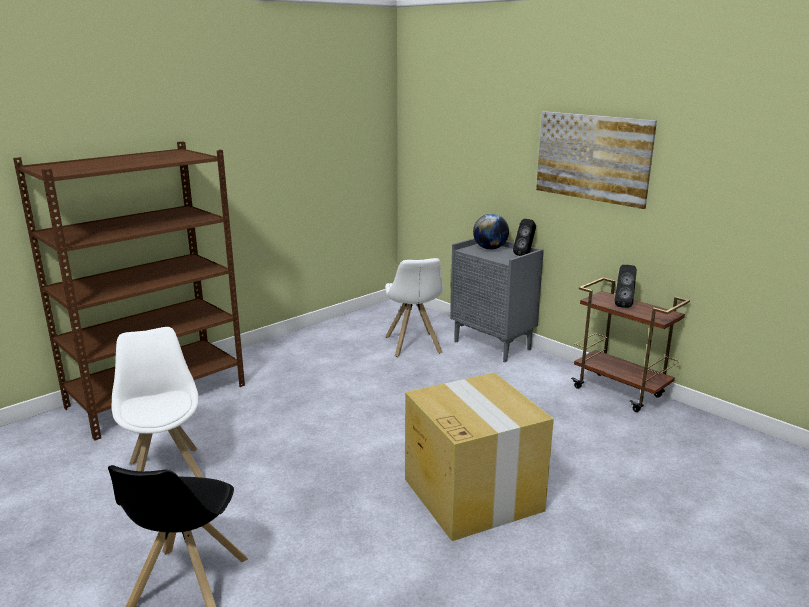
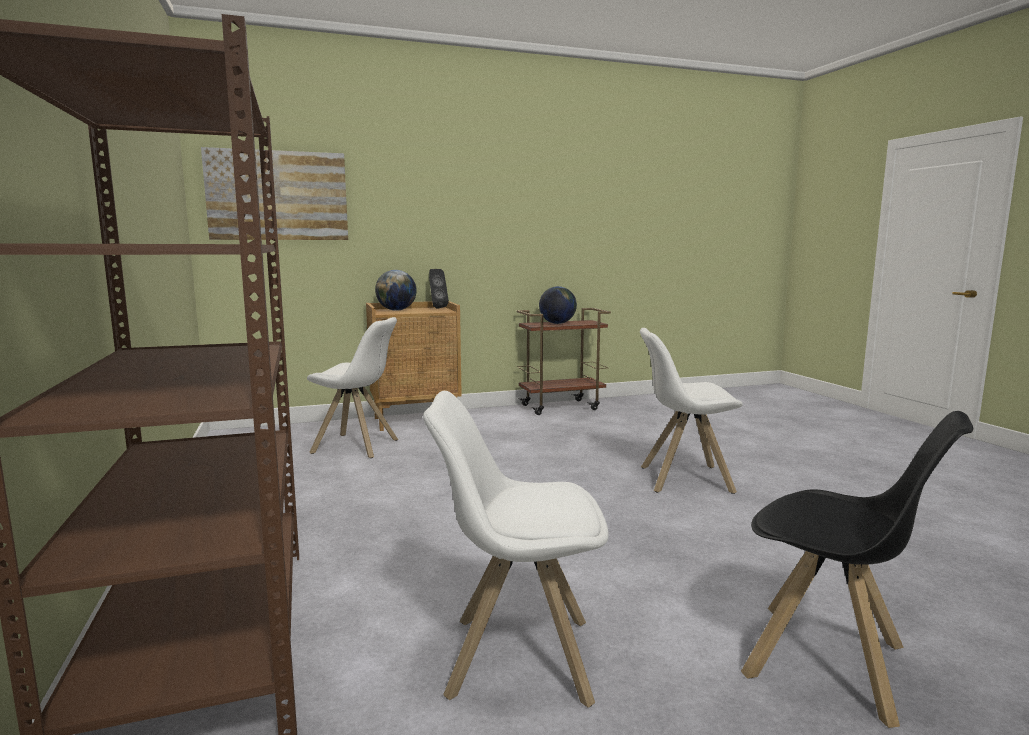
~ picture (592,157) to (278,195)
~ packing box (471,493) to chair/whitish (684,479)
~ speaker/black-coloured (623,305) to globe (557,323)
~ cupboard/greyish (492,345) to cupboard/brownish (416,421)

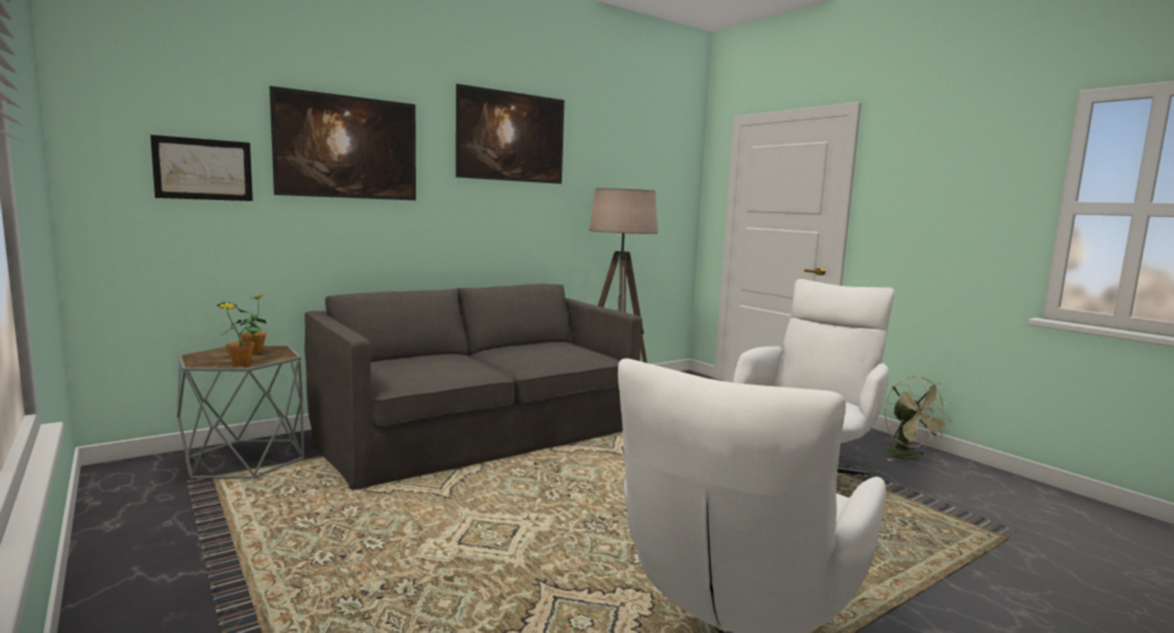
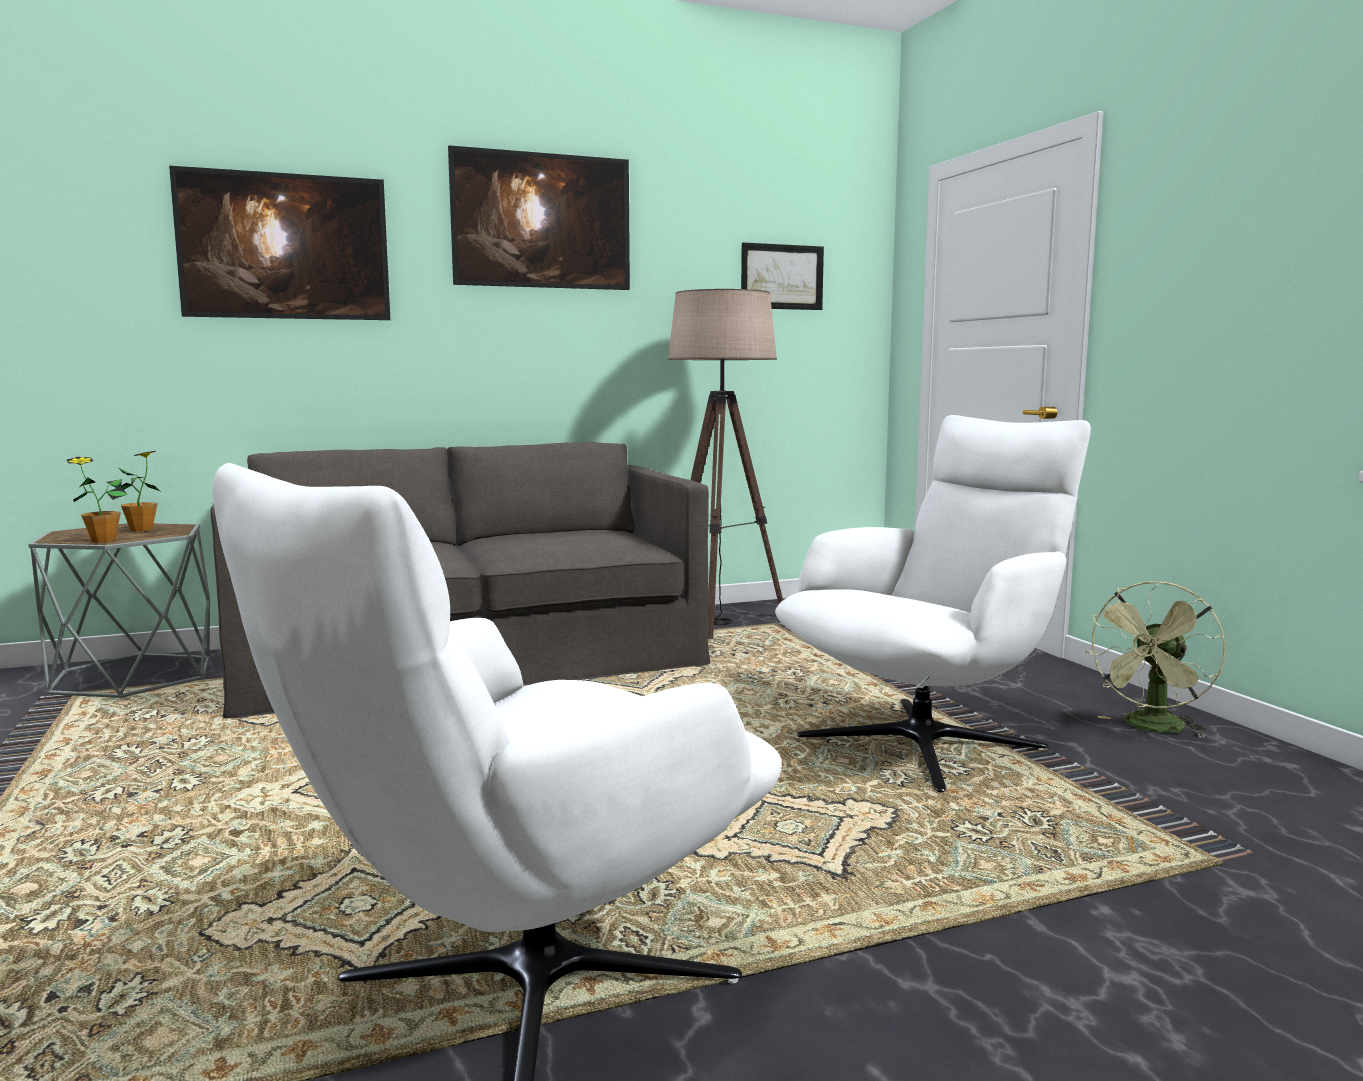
~ picture (203,169) to (782,277)
~ electric fan/green (908,457) = (1152,728) 45 degrees clockwise

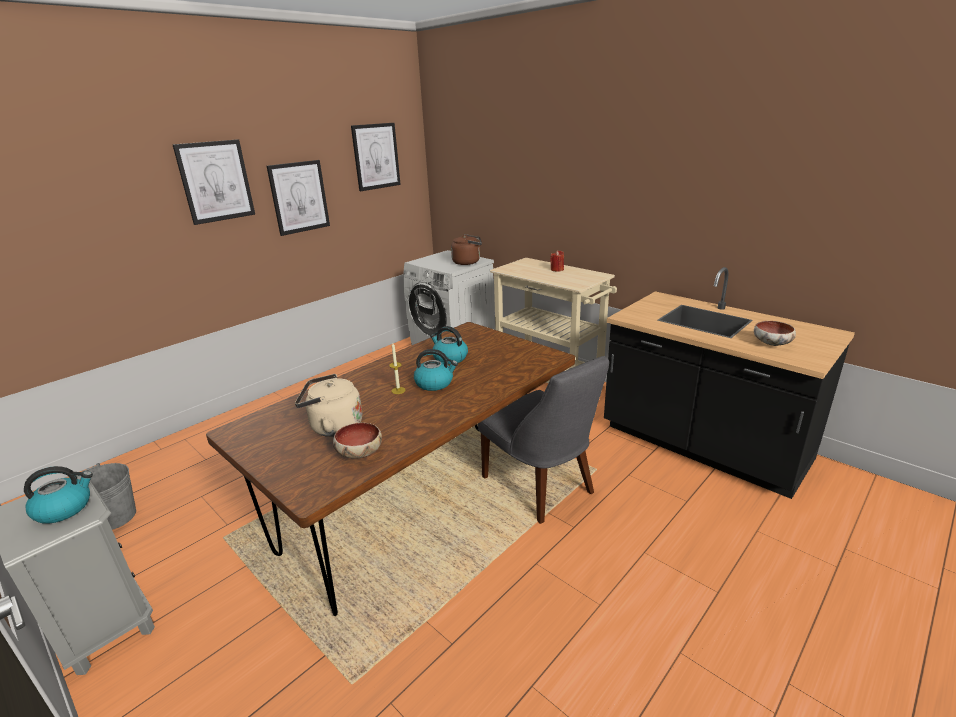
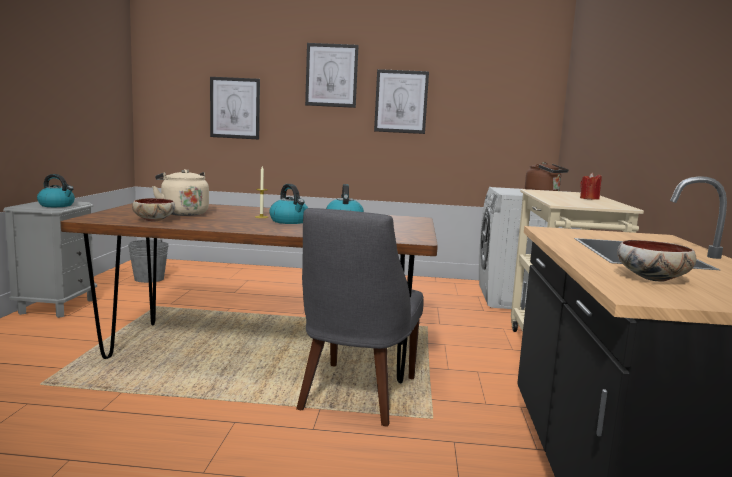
~ picture (376,156) to (235,108)

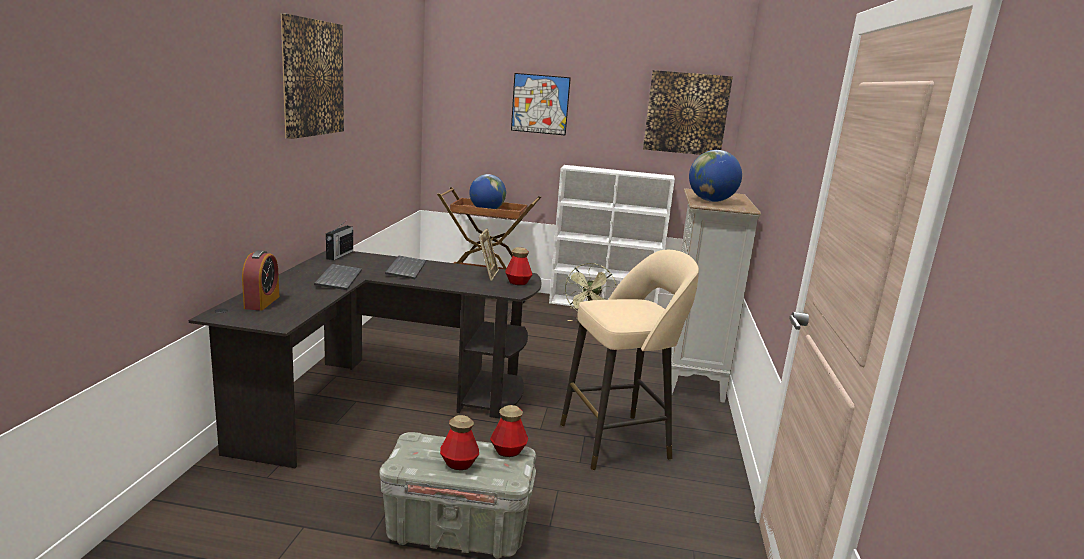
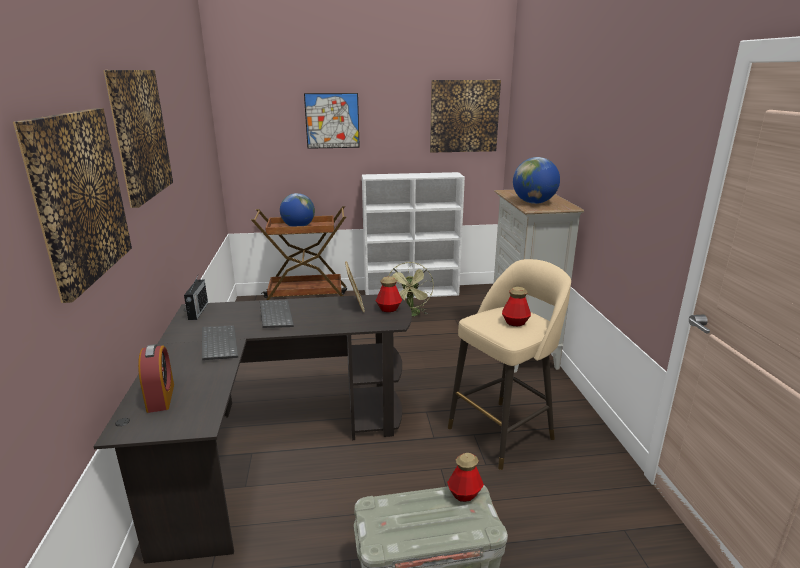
+ picture (78,197)
~ beverage bottle (459,464) to (515,323)

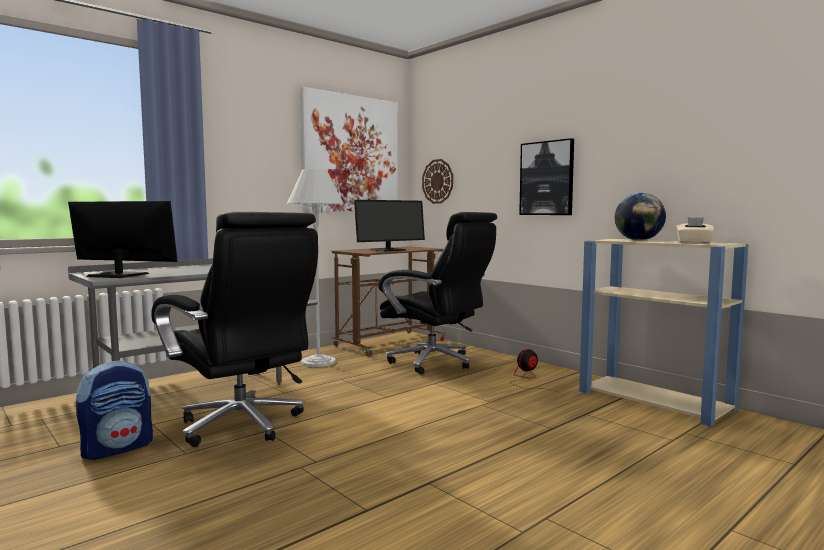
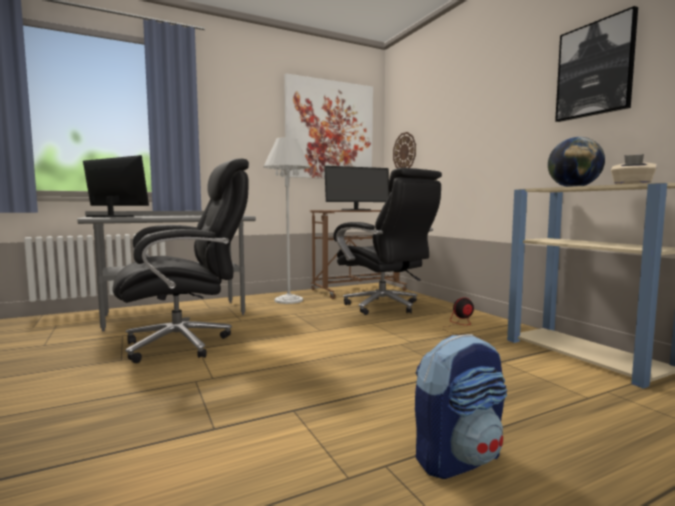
~ backpack (117,448) to (458,458)
~ picture (547,178) to (595,69)
~ desk chair/black-coloured (245,427) = (185,344) 90 degrees counterclockwise

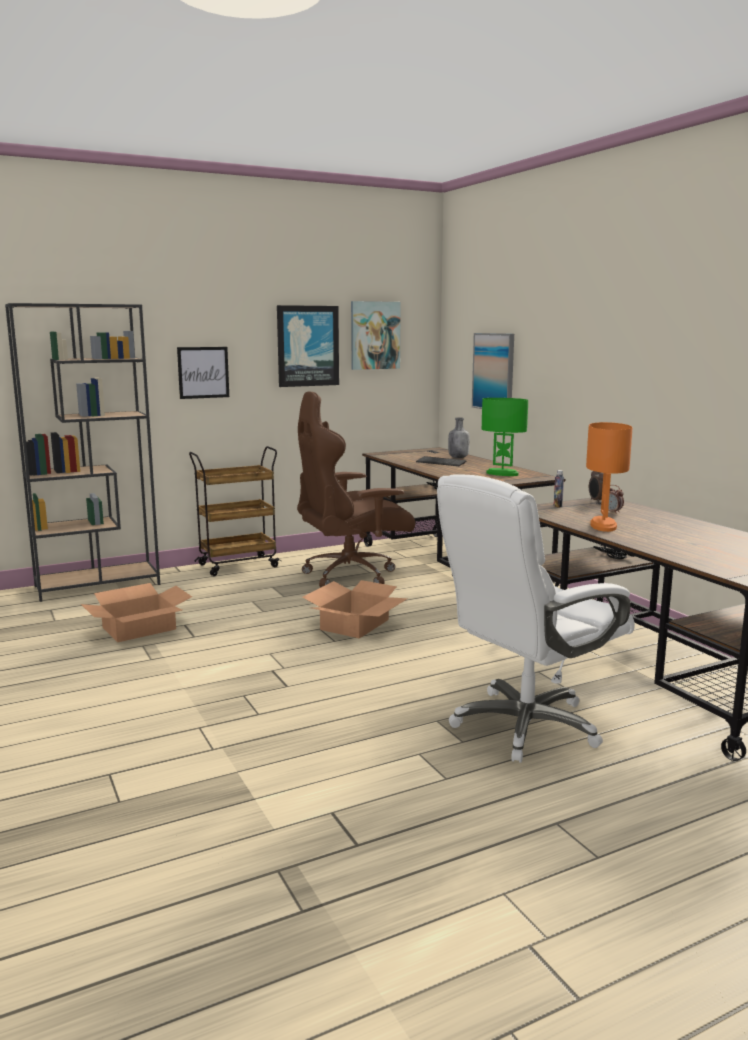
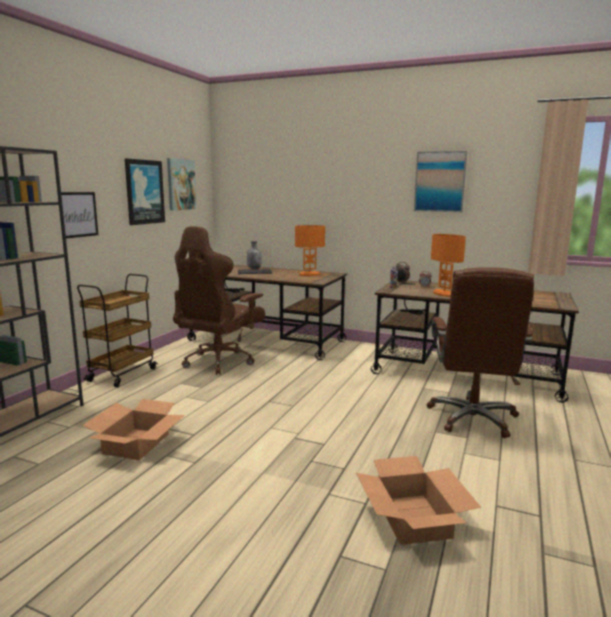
~ packing box (355,624) to (413,518)
~ picture (494,372) to (440,182)
~ desk chair/whitish (528,724) to desk chair/brownish (472,416)
~ table lamp/green (502,474) to table lamp/orange-coloured (309,275)

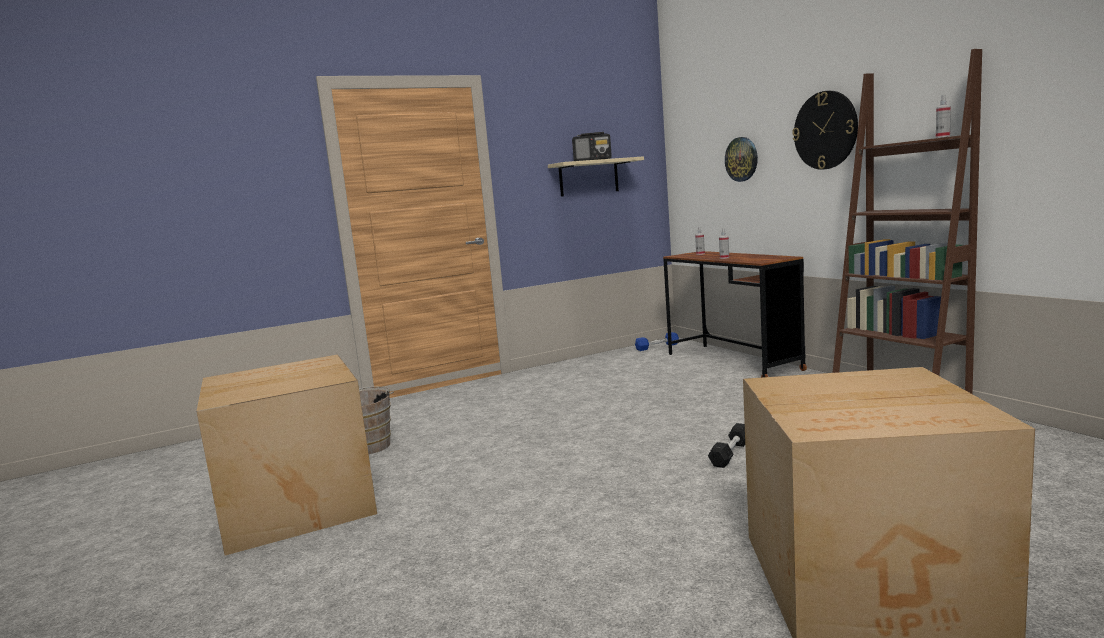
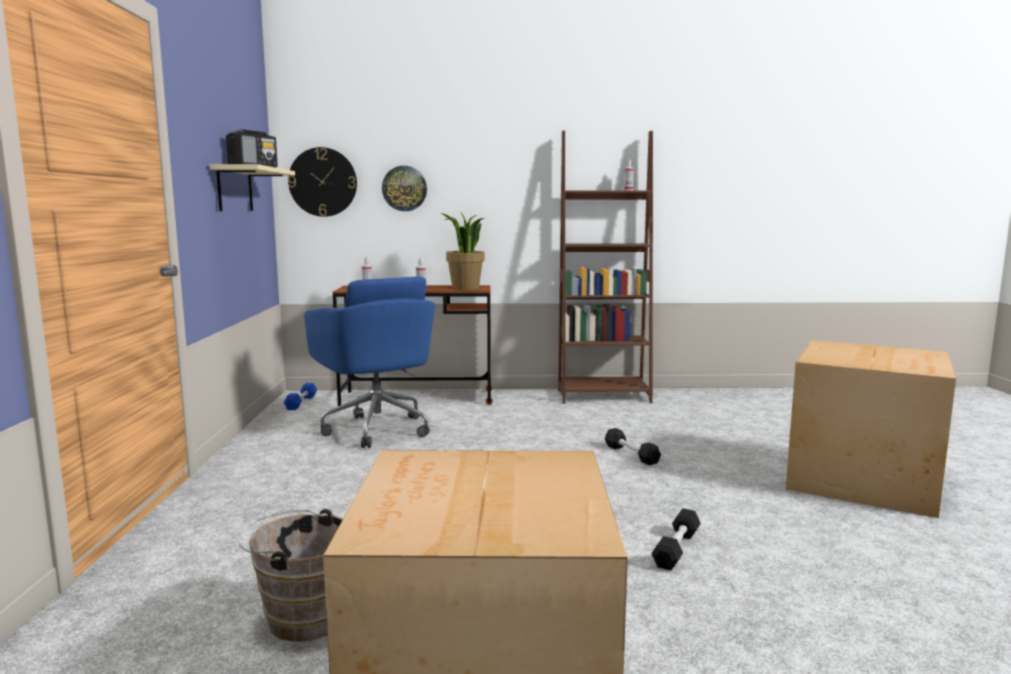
+ desk chair/bluish (375,428)
+ potted plant (465,289)
+ dumbbell/black-coloured (676,549)
~ wall clock (825,130) to (323,182)

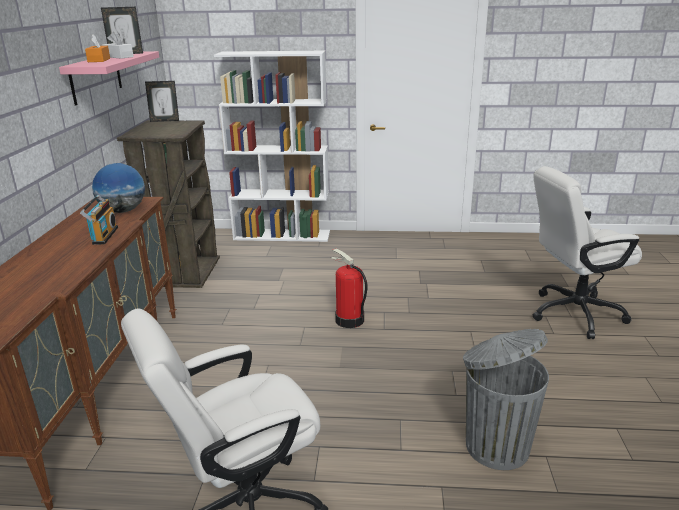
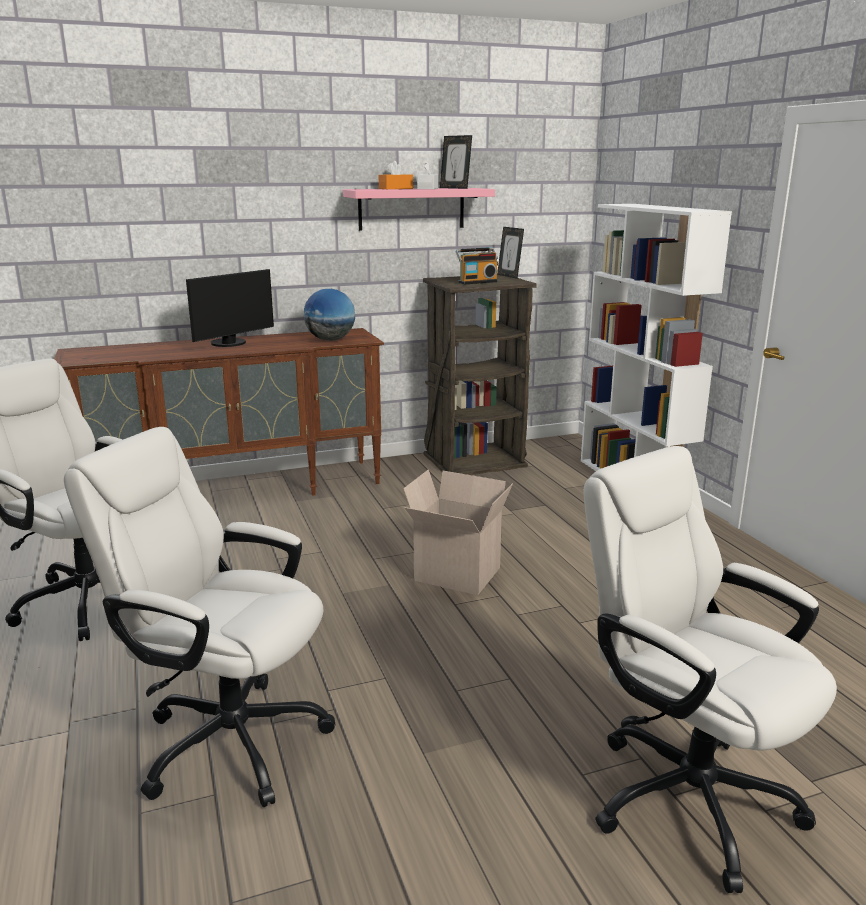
+ computer display (231,343)
~ radio receiver (103,236) to (477,282)
~ fire extinguisher (349,320) to packing box (455,575)
~ waste bin/greyish (495,445) to desk chair/whitish (225,741)

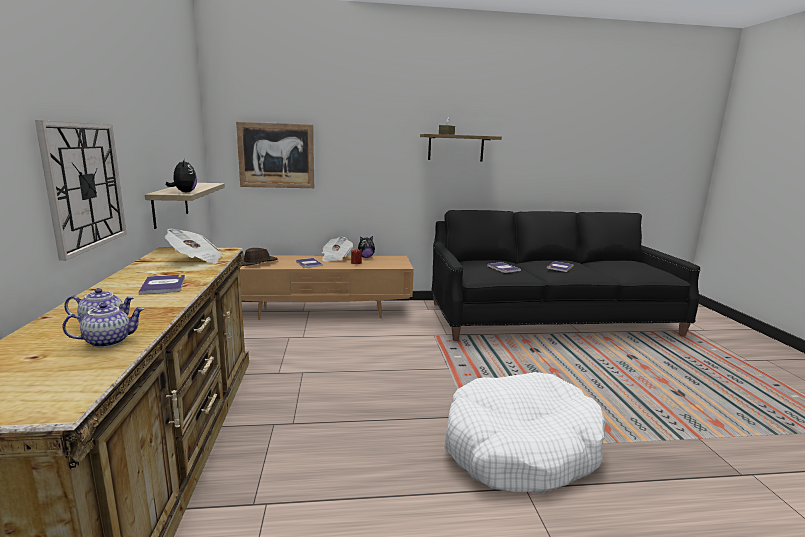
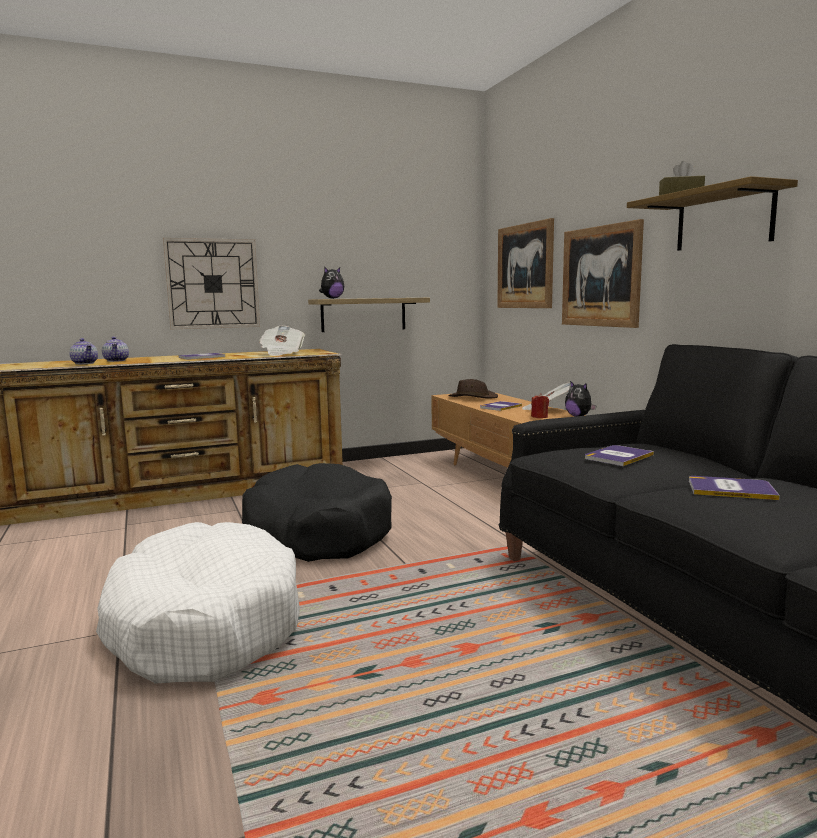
+ dog bed/black-coloured (317,532)
+ picture (600,276)

